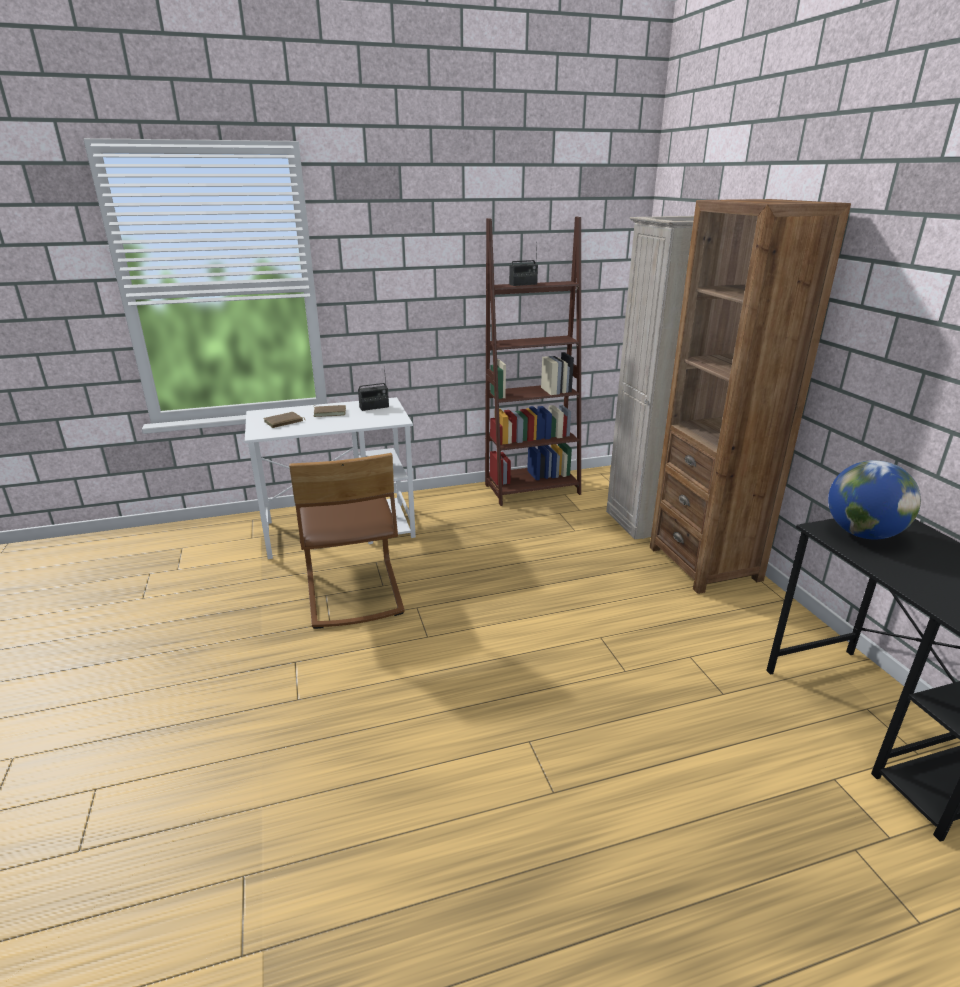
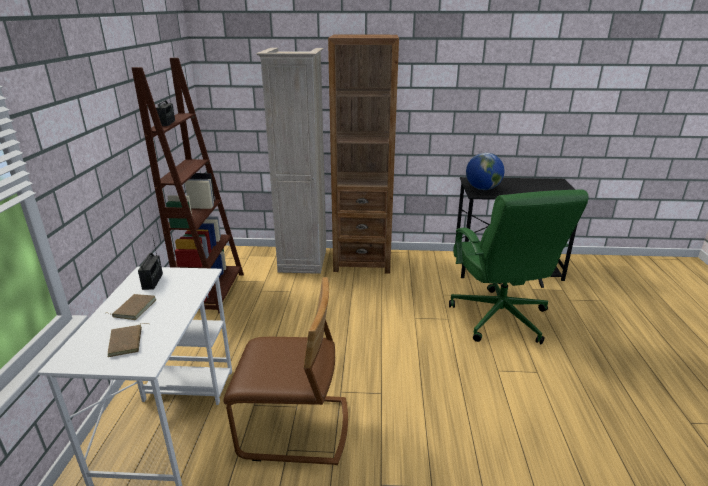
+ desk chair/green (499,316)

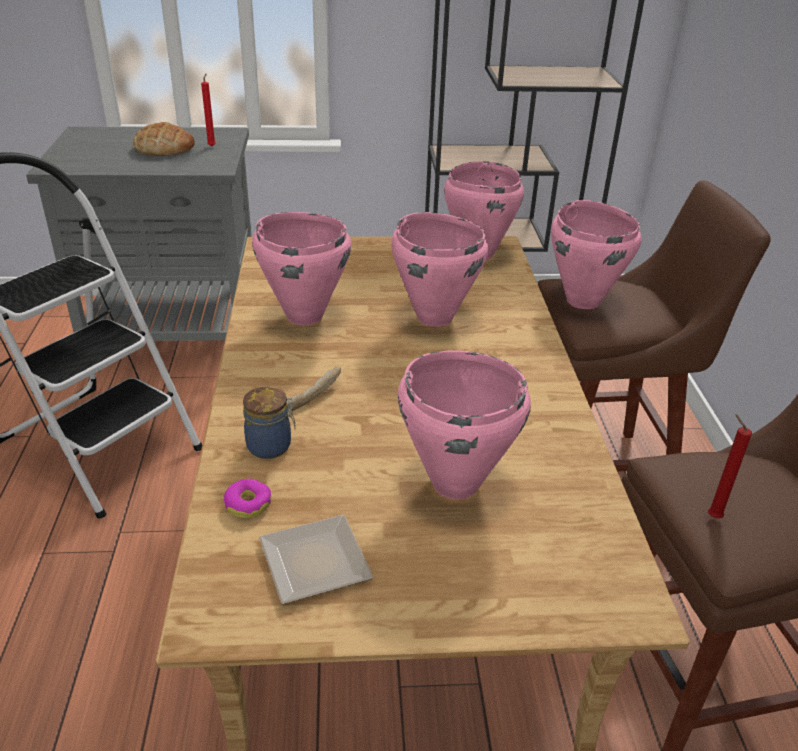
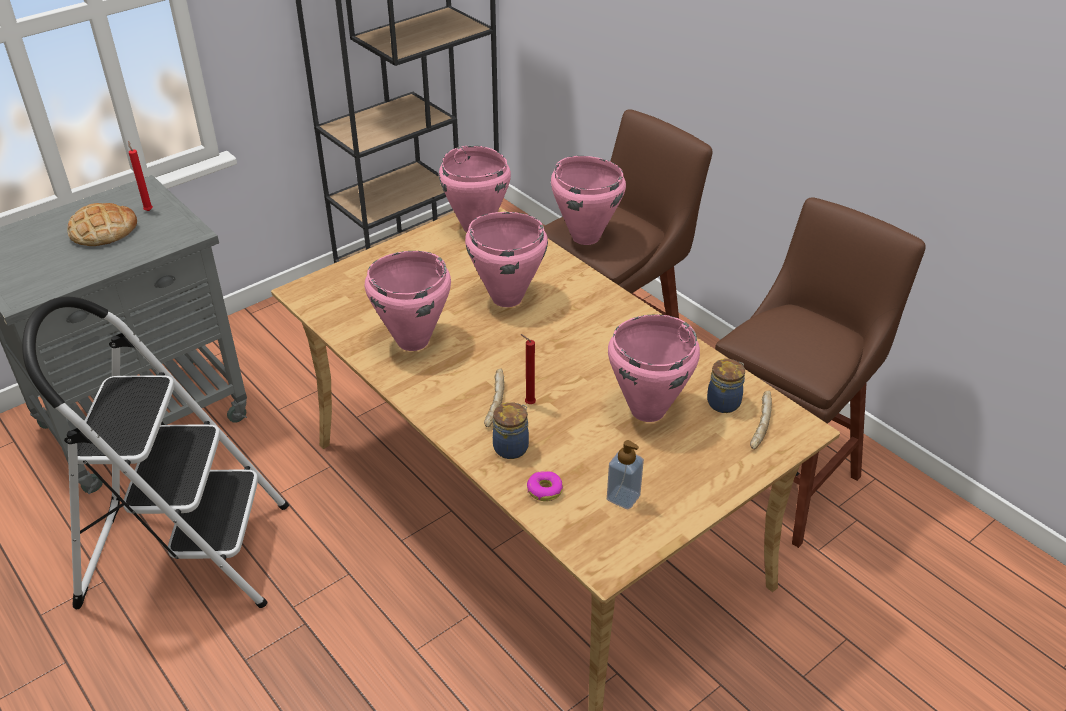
+ preserve jar (724,402)
+ bakery bread (759,425)
~ wax candle/red (711,516) to (528,403)
~ flat dish (317,559) to soap dispenser (623,497)

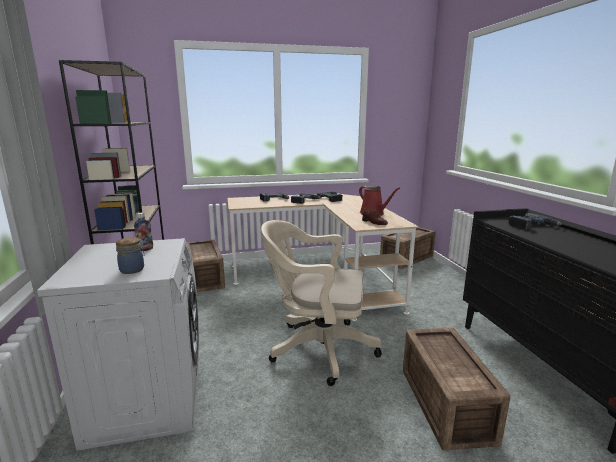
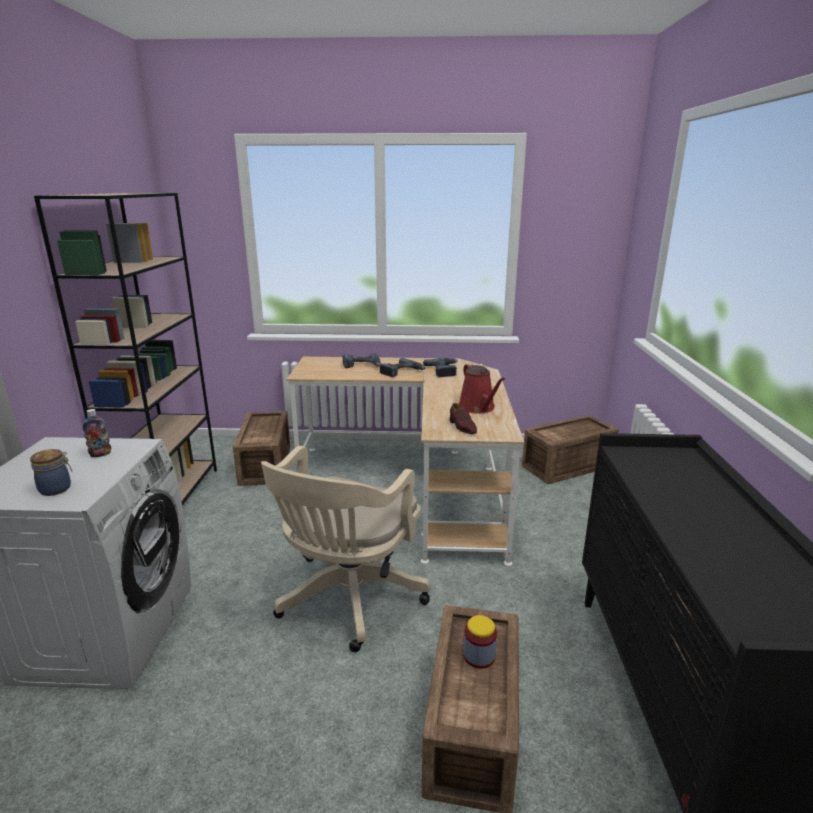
- drill (532,226)
+ preserve jar (479,656)
~ desk chair/sand-coloured (317,348) = (347,600) 90 degrees counterclockwise

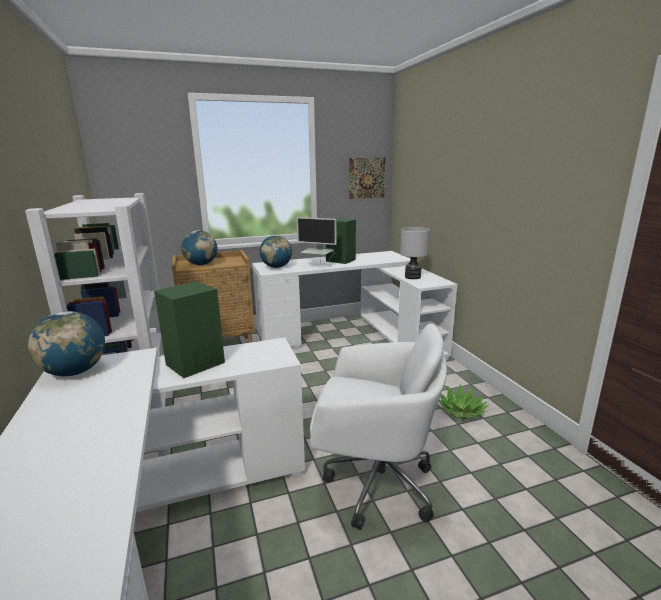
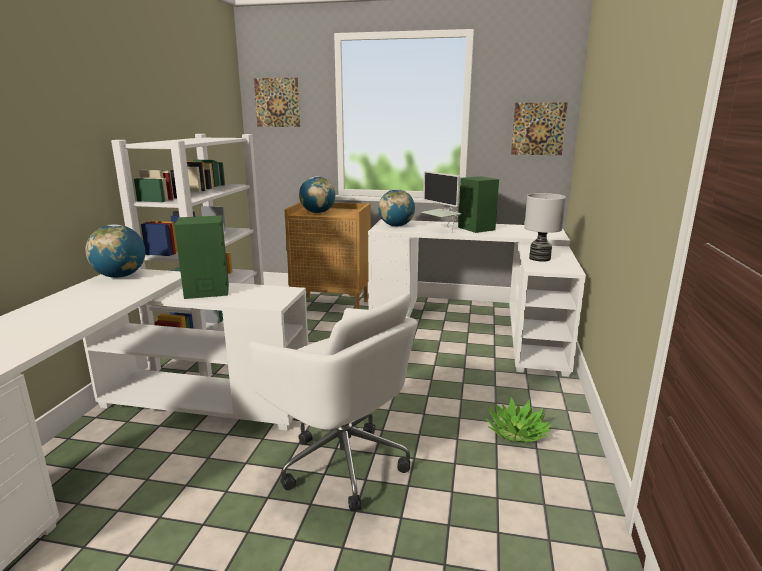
+ picture (277,102)

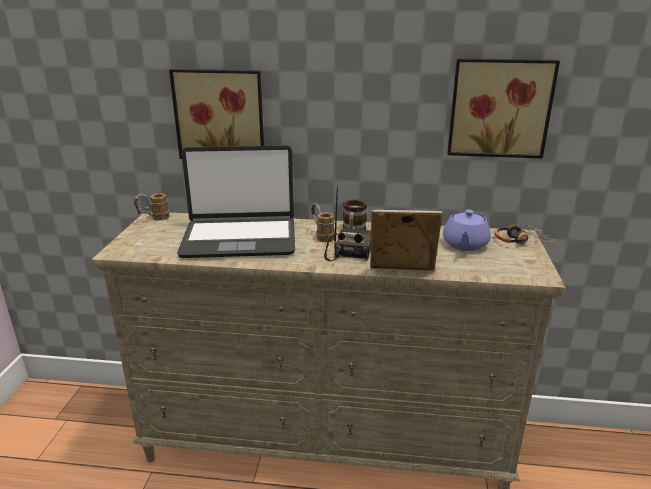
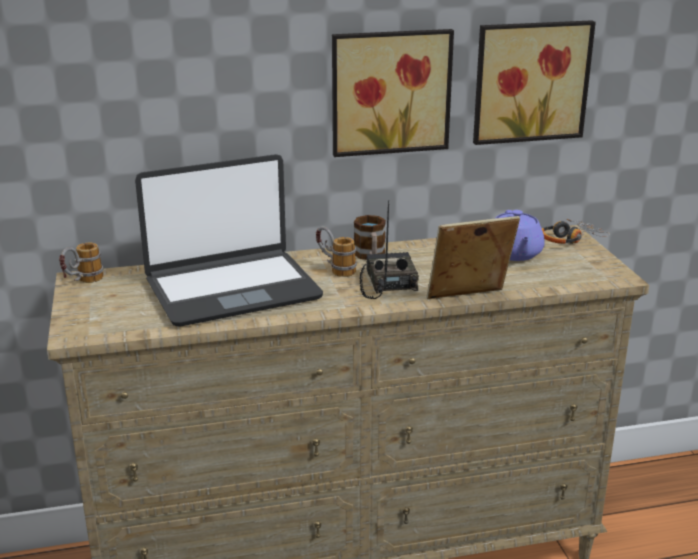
~ picture (220,114) to (389,91)

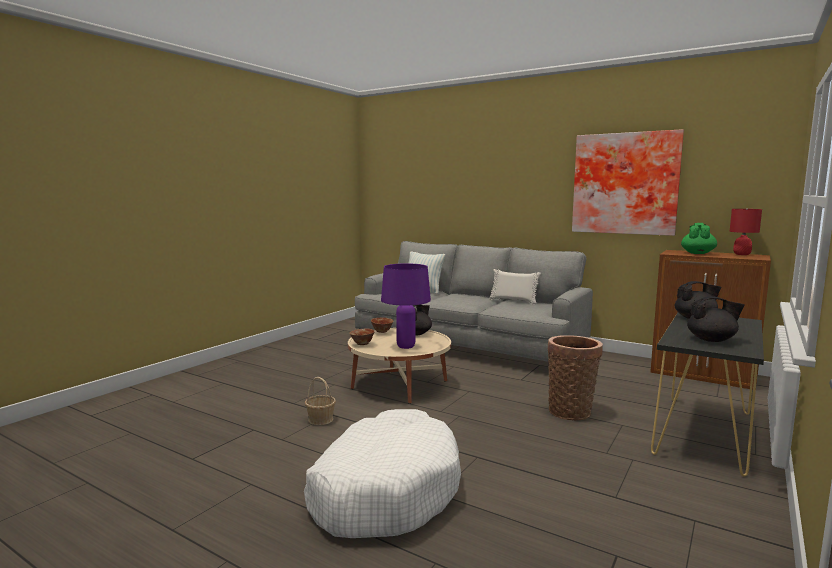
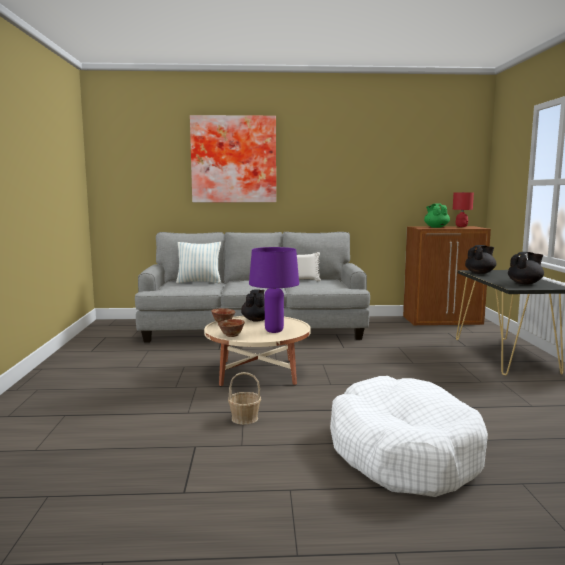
- basket (571,411)
~ picture (625,183) to (234,159)

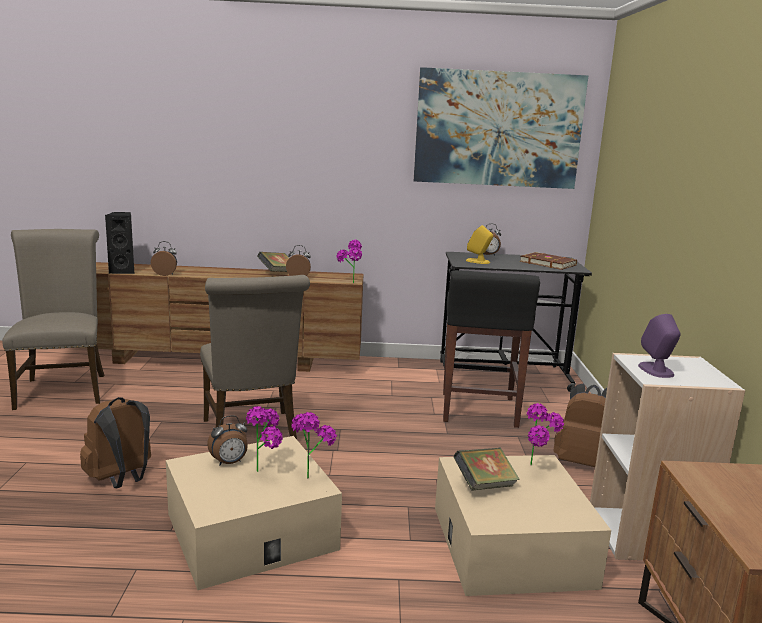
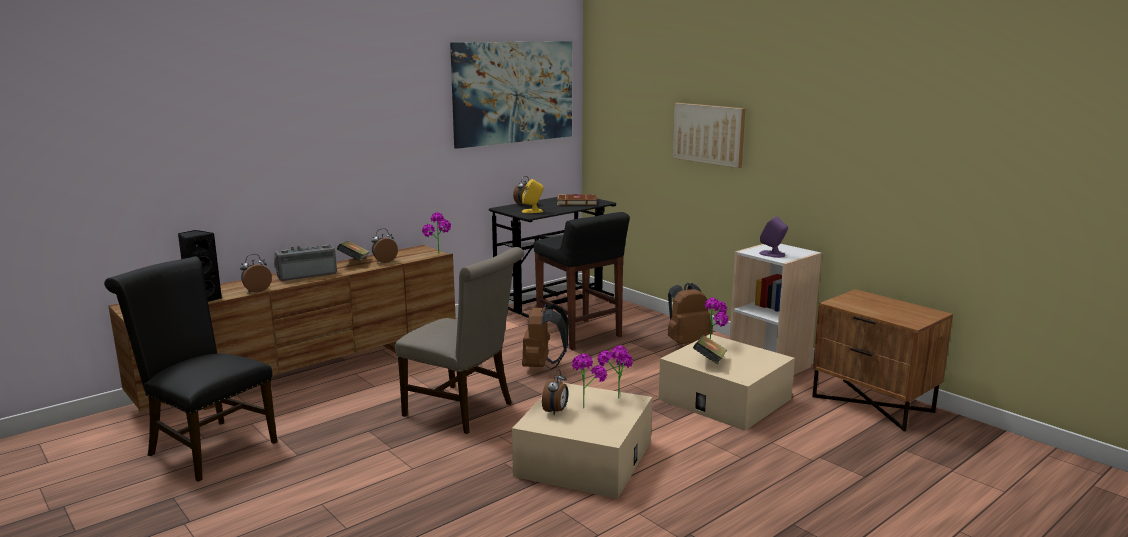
+ radio receiver (306,275)
+ picture (708,134)
~ backpack/brownish (121,479) to (542,366)
~ chair/sand-coloured (63,389) to chair/black-coloured (207,447)

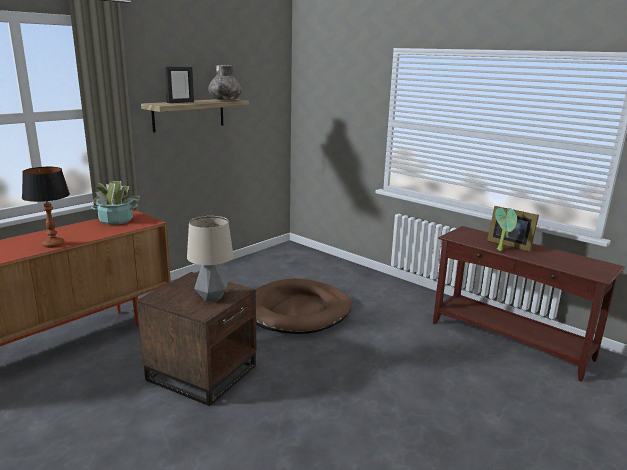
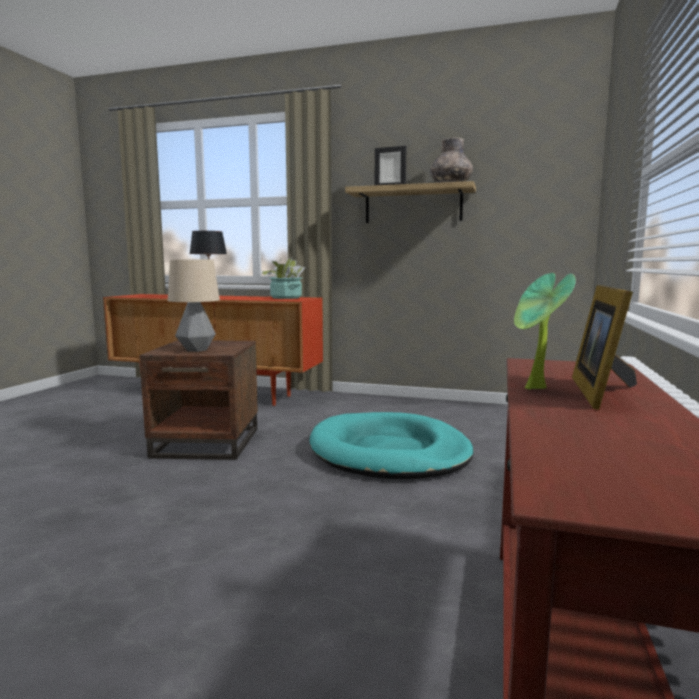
~ dog bed/brownish (298,311) to dog bed/turquoise-coloured (389,452)

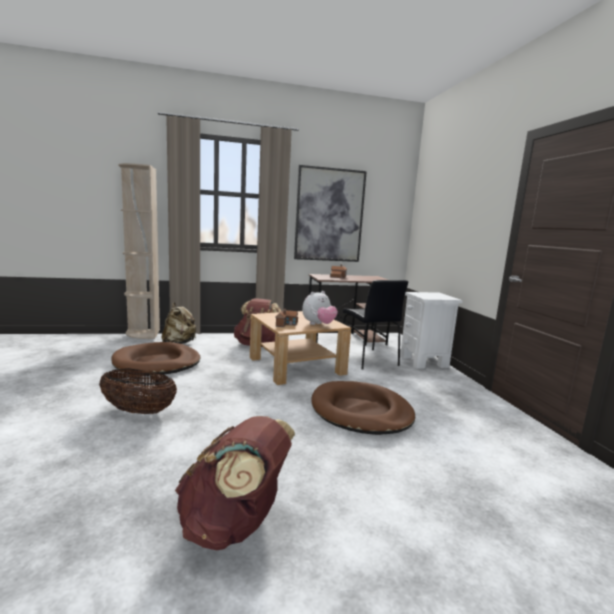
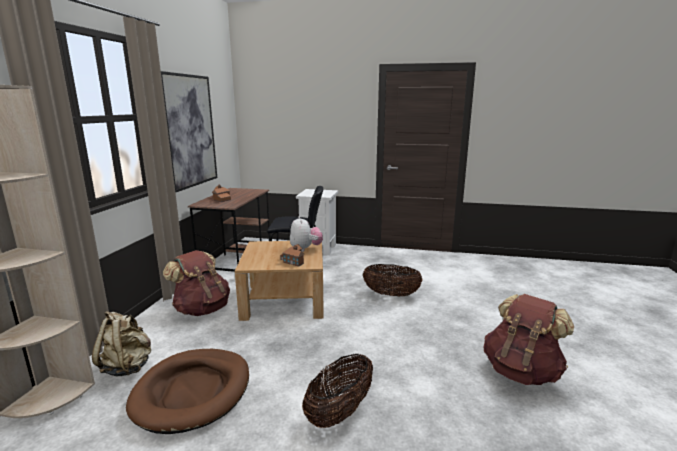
~ dog bed/brownish (361,411) to basket (391,294)

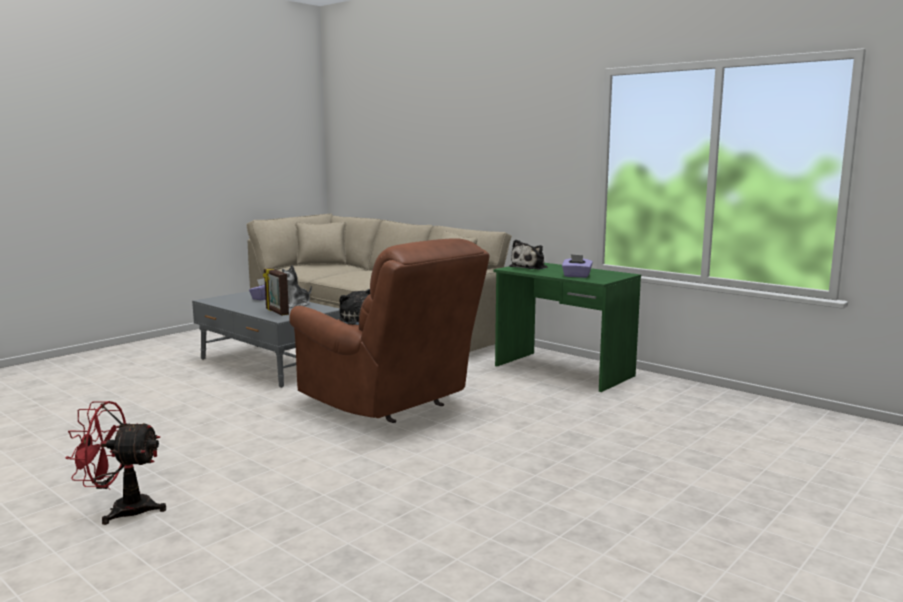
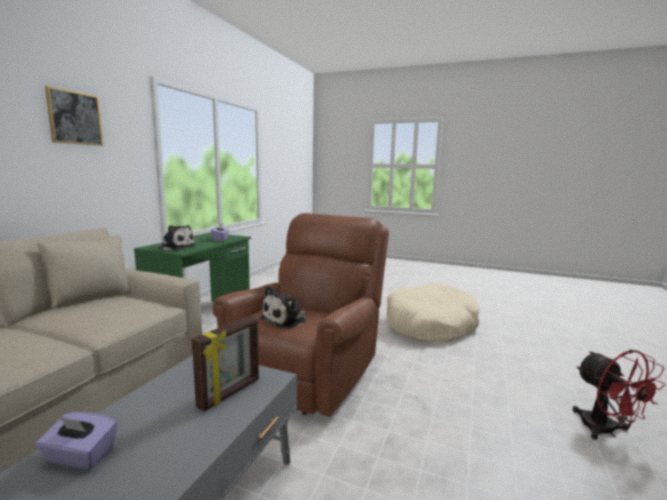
- cuddly toy (295,305)
+ picture (75,118)
+ dog bed/sand-coloured (429,325)

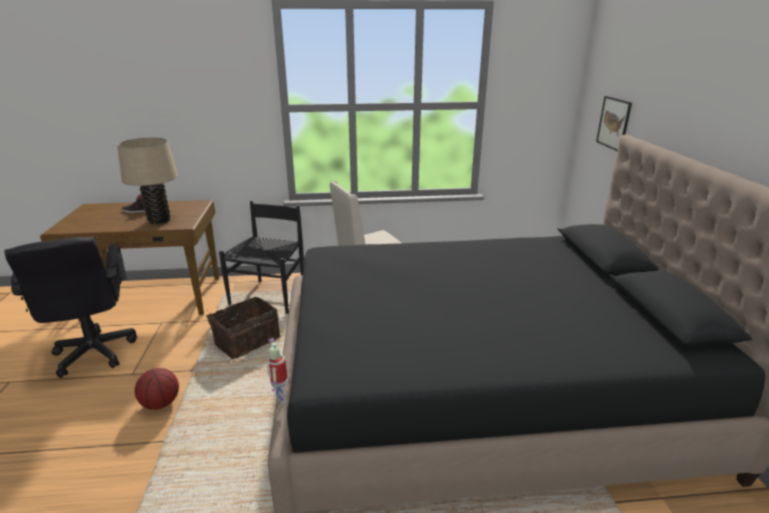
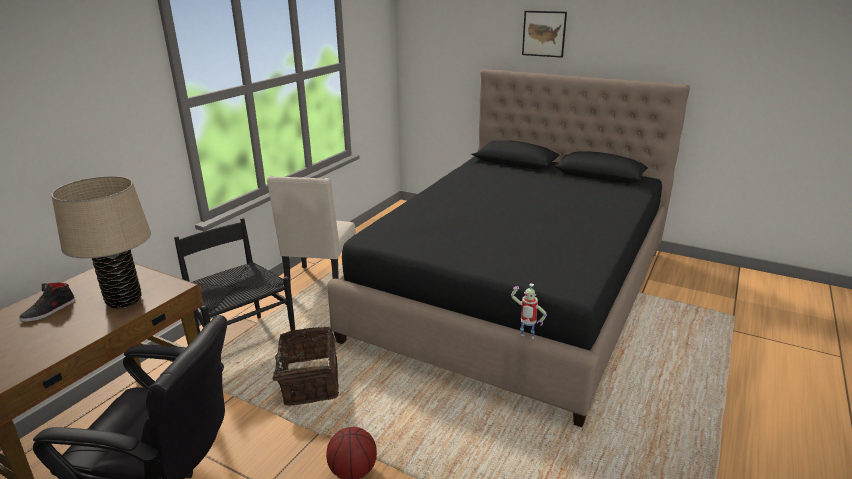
~ picture (614,123) to (544,33)

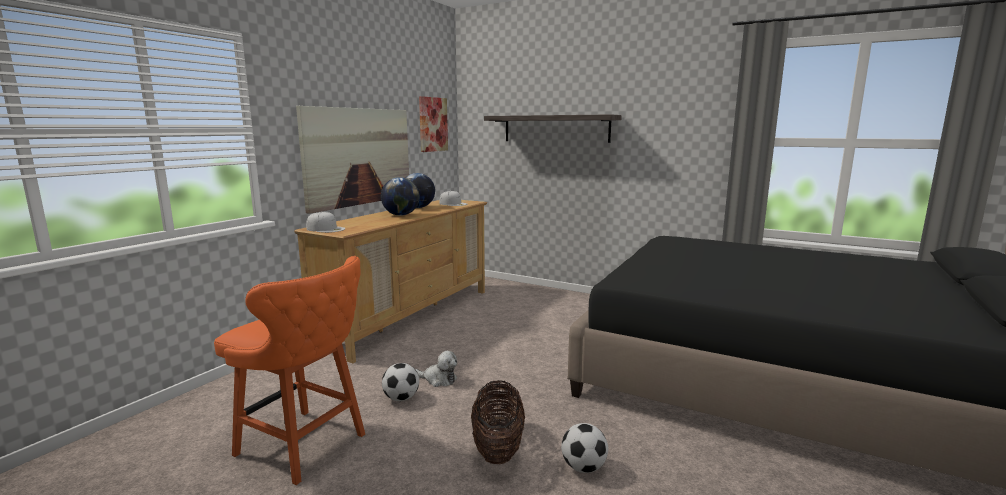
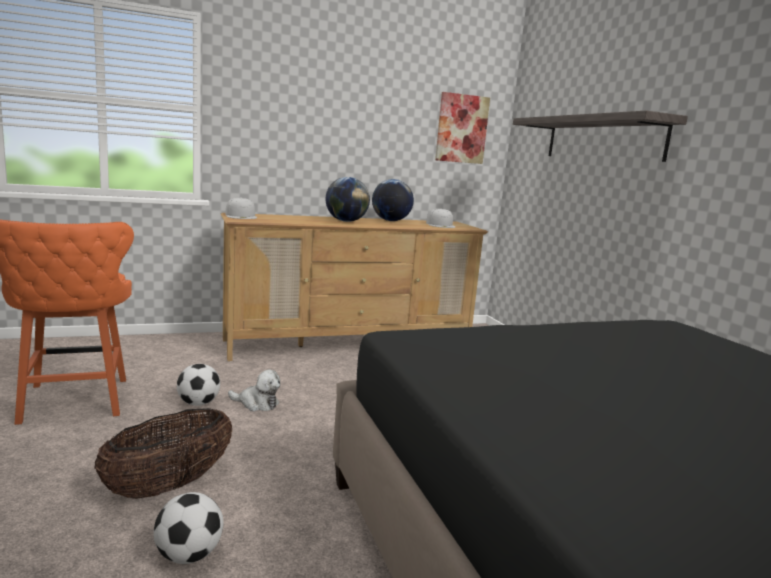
- picture (359,156)
~ cuddly toy (438,379) = (257,403) 45 degrees counterclockwise

